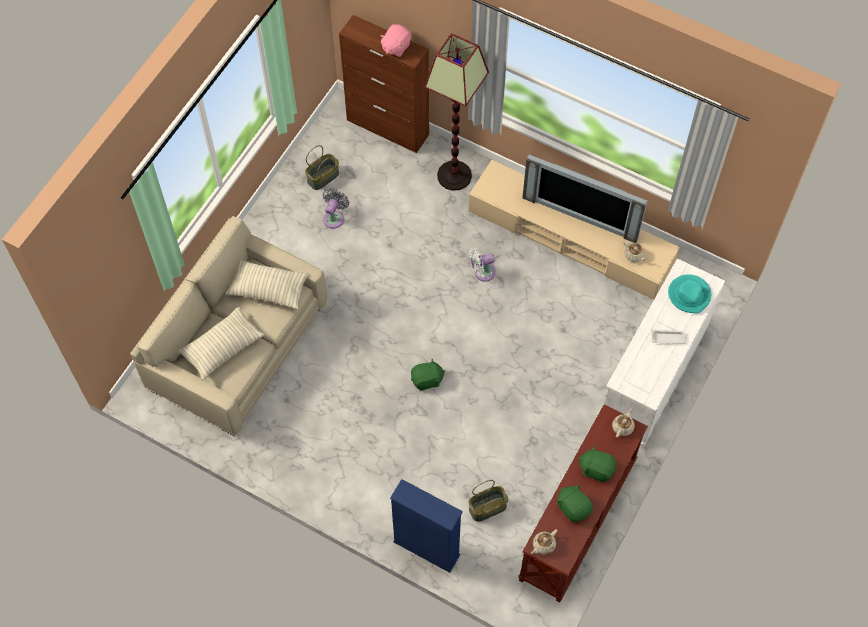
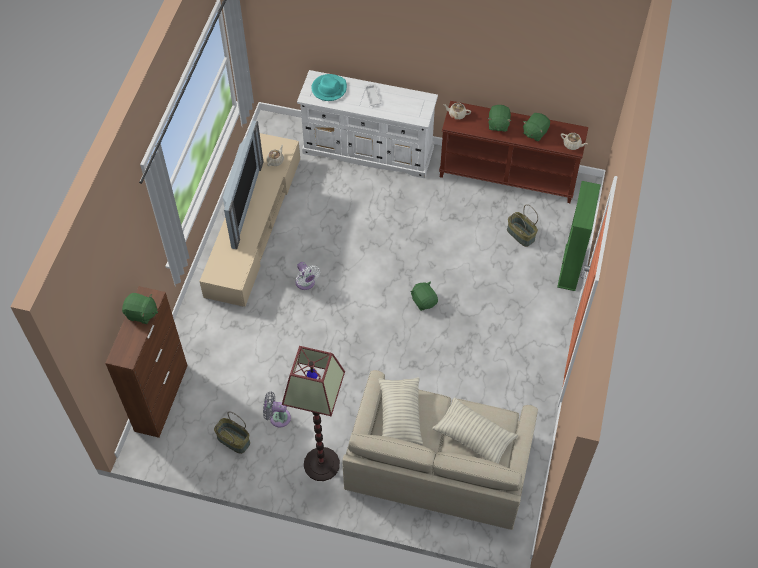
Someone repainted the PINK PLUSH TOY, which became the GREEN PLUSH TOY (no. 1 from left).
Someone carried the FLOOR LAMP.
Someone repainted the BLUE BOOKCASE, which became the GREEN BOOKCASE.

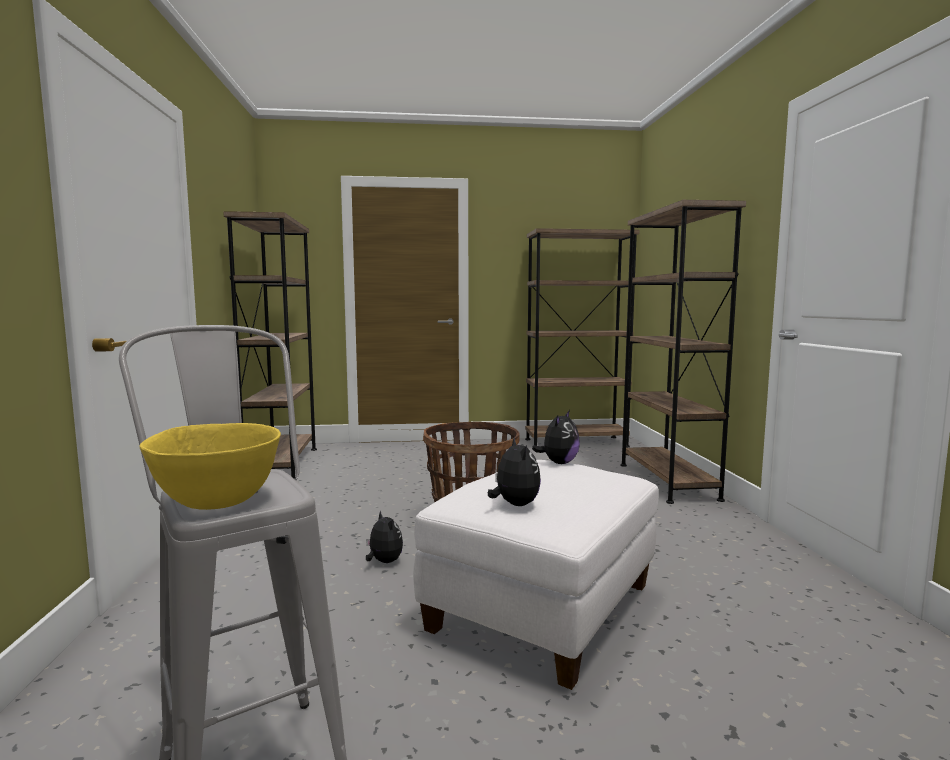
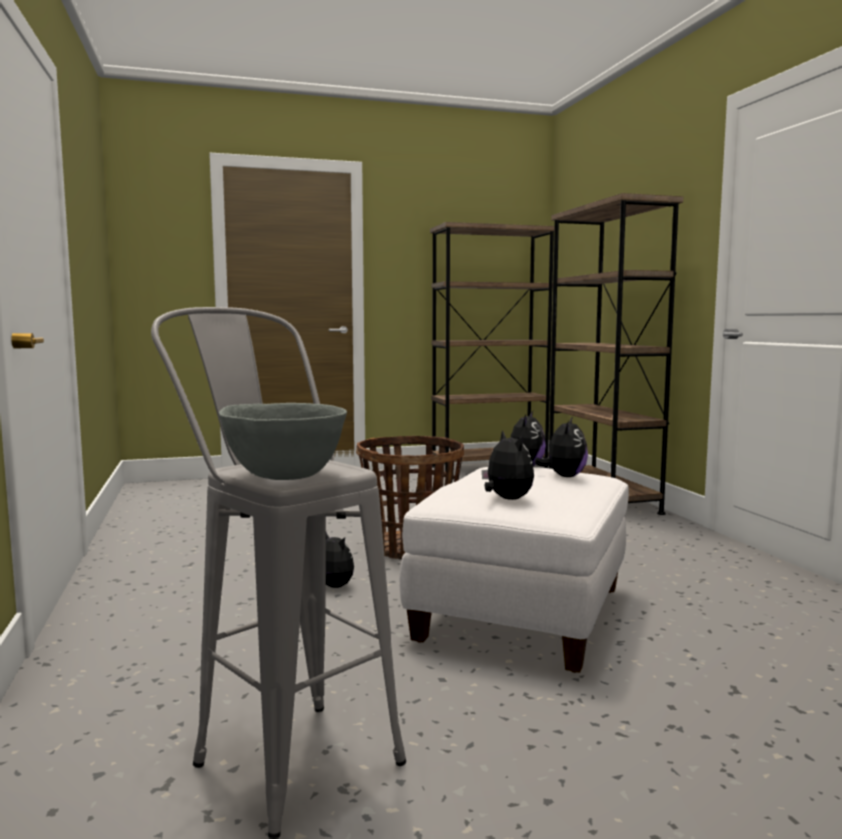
Someone repainted the YELLOW BOWL, which became the GREY BOWL.
Someone put down the PLUSH TOY (no. 4 from left).
Someone took away the BROWN BOOKCASE (no. 1 from left).

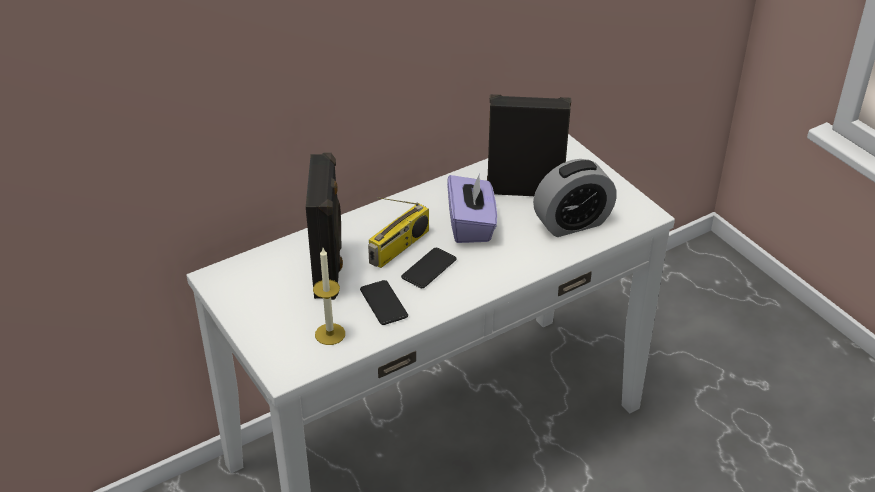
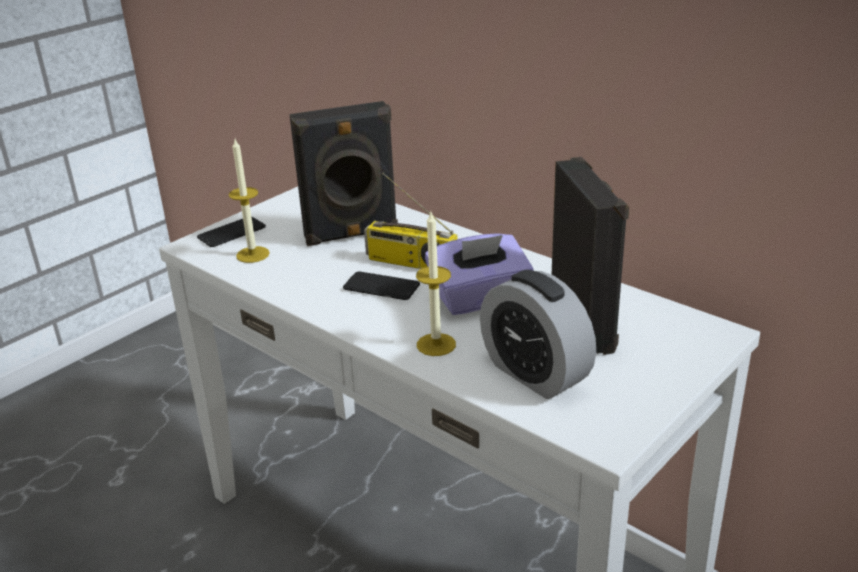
Someone carried the PHONE (no. 1 from left).
Someone put down the CANDLE (no. 2 from left).

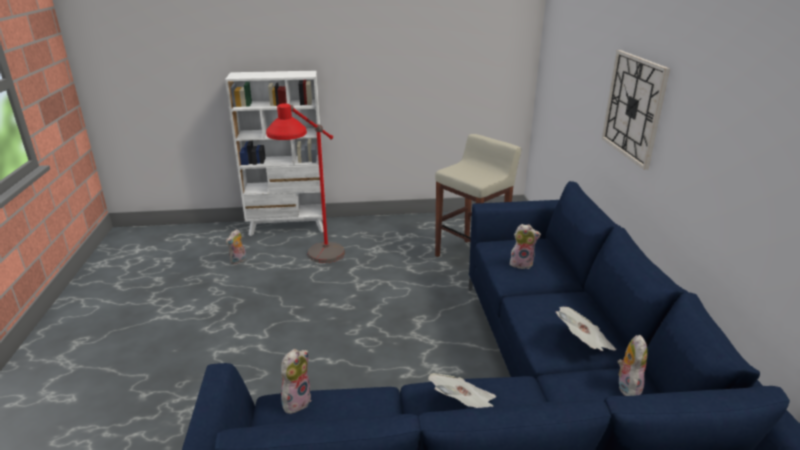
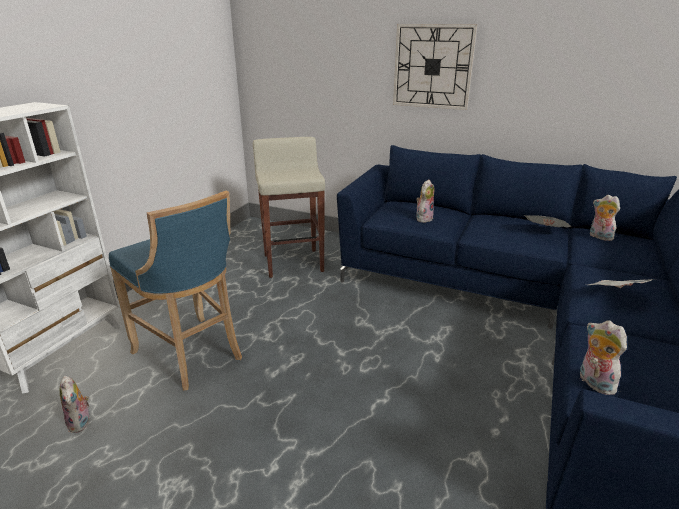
Someone swapped the RED FLOOR LAMP for the BLUE STOOL.

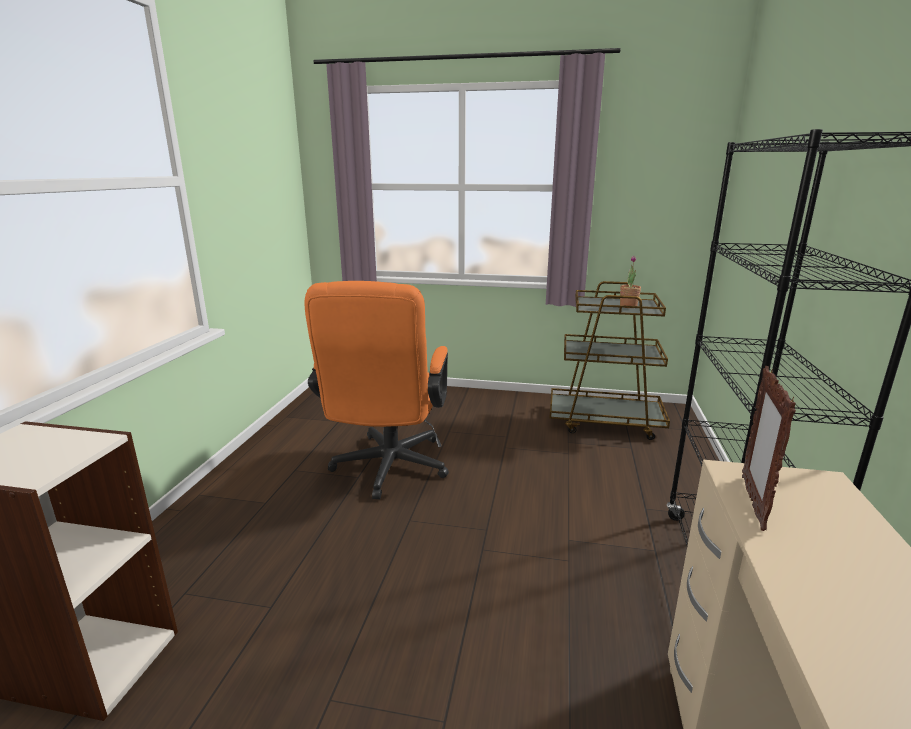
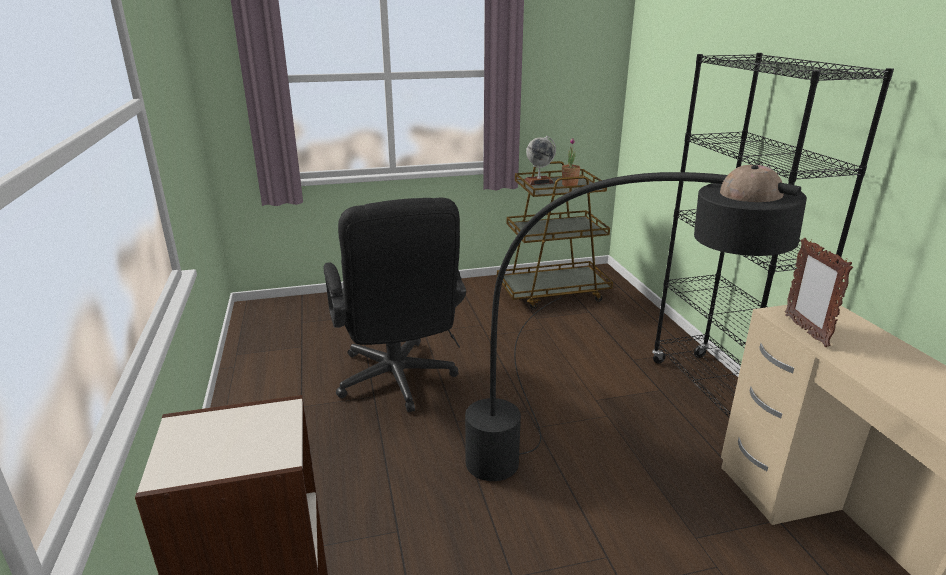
Someone repainted the ORANGE OFFICE CHAIR, which became the BLACK OFFICE CHAIR.
Someone put down the BLACK FLOOR LAMP.
Someone put down the GLOBE.

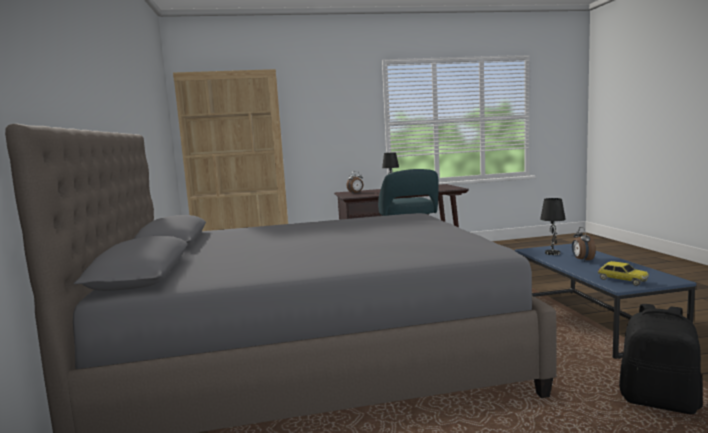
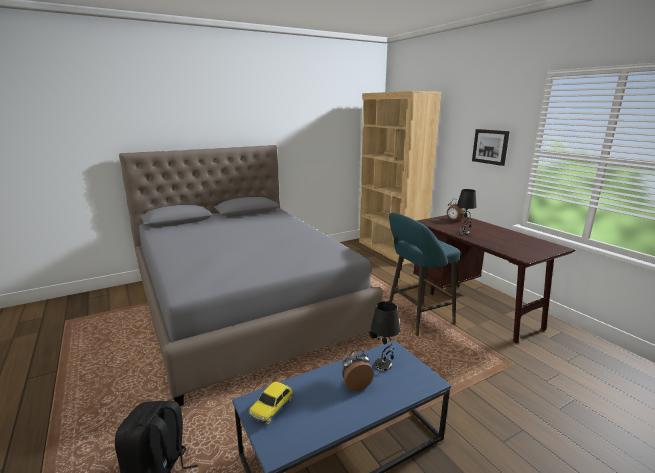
Someone put up the PICTURE.

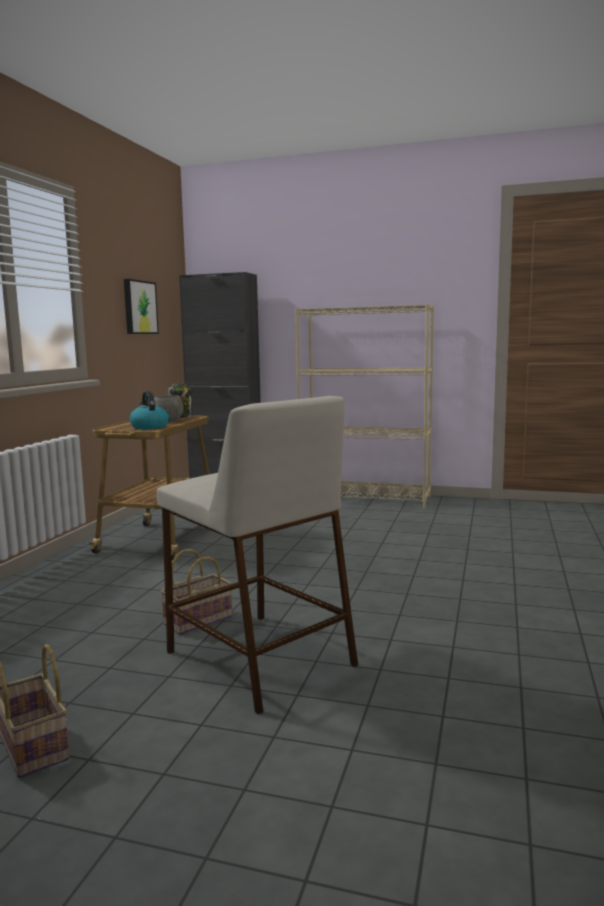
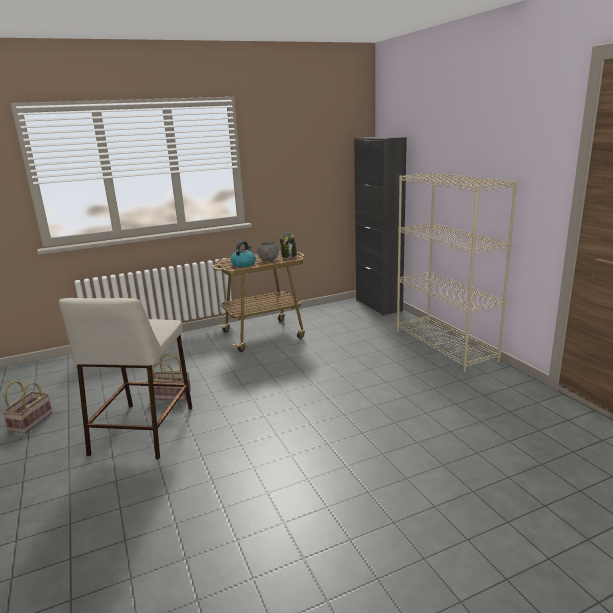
Someone took away the PICTURE.

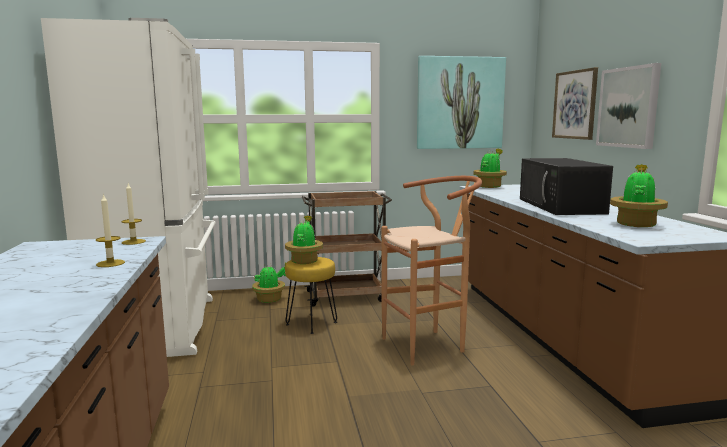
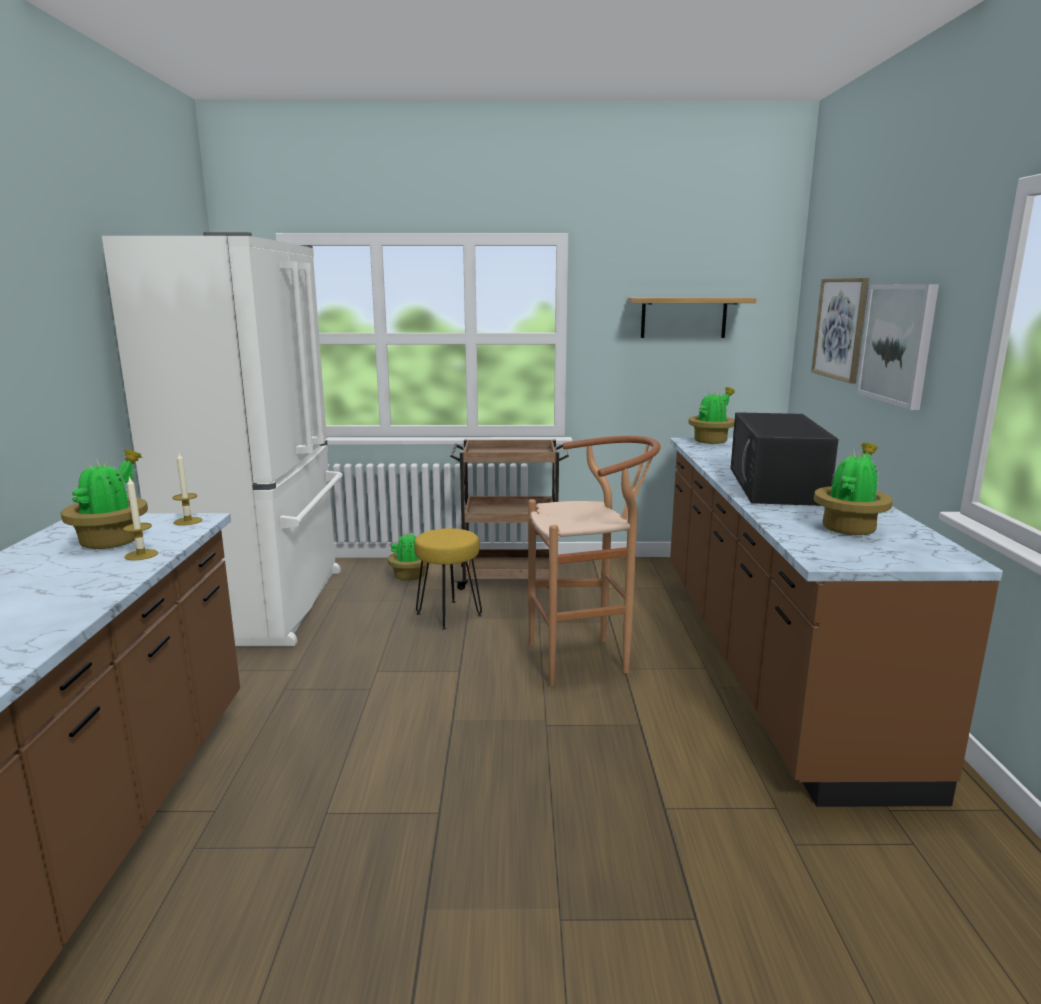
Someone carried the POTTED PLANT (no. 2 from left in the first image).
Someone swapped the PICTURE (no. 1 from left) for the SHELF.

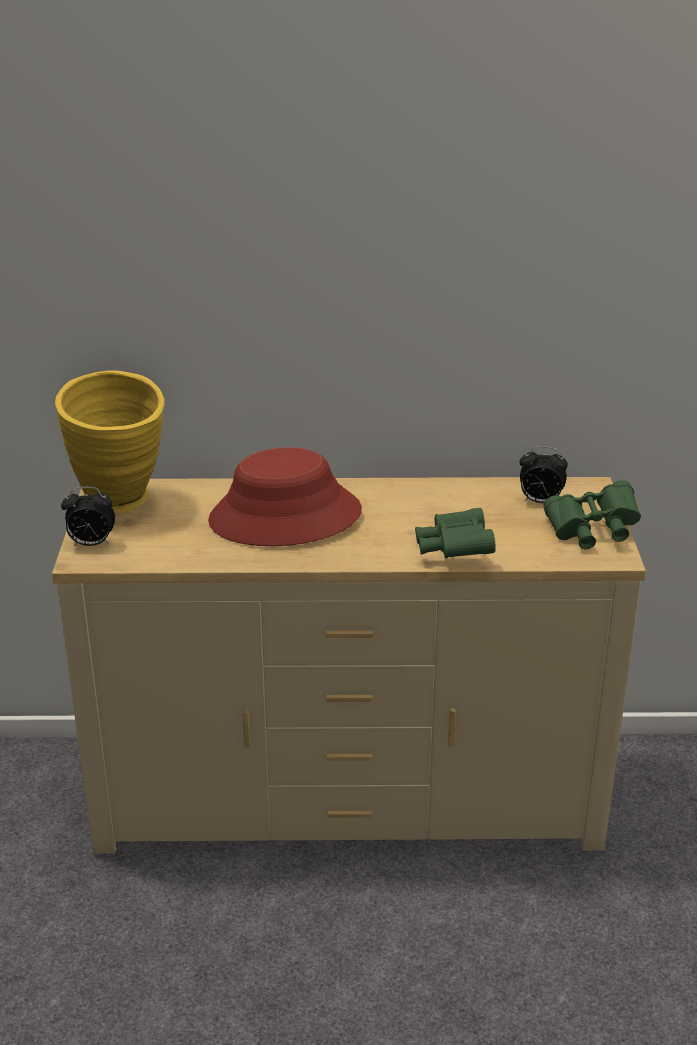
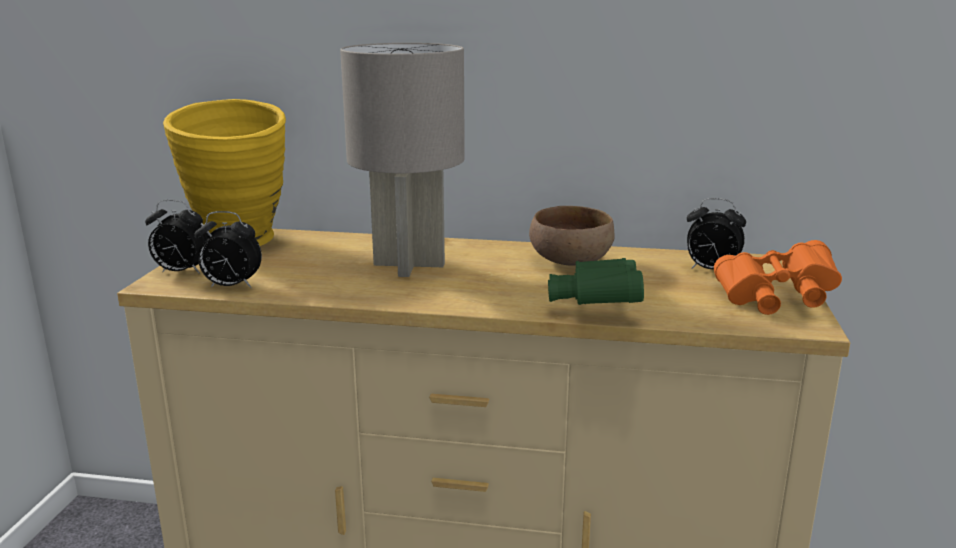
Someone put down the ALARM CLOCK (no. 2 from left).
Someone swapped the RED HAT for the GREY TABLE LAMP.
Someone put down the BROWN BOWL.
Someone repainted the GREEN BINOCULARS (no. 2 from left), which became the ORANGE BINOCULARS.

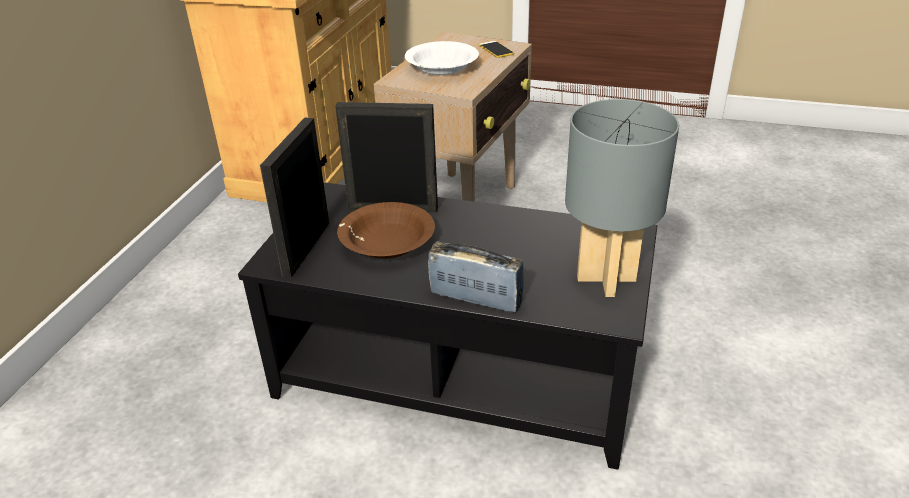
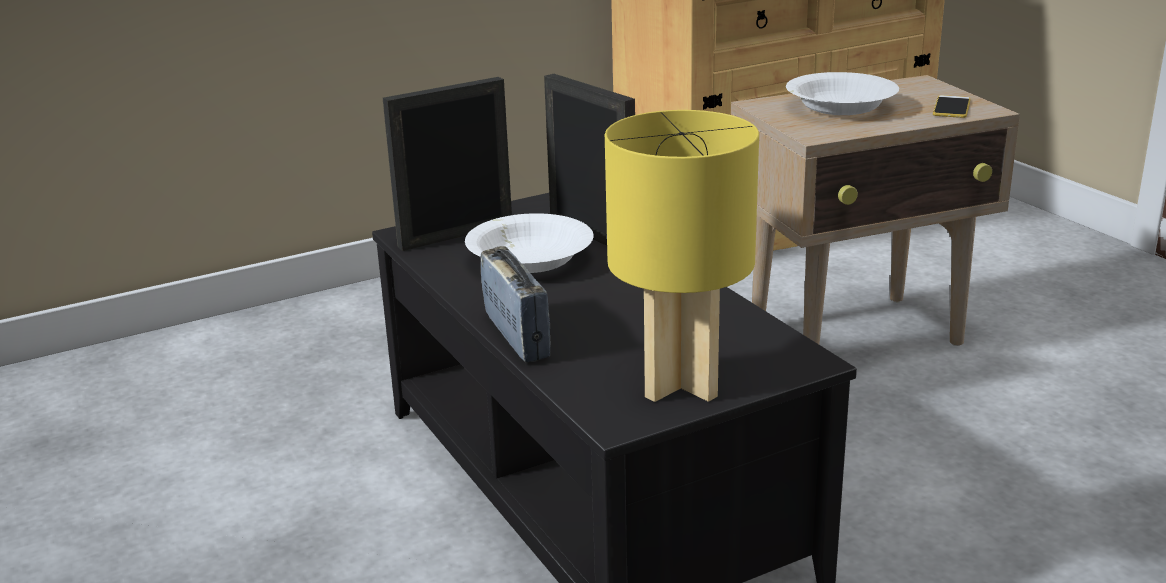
Someone repainted the BROWN BOWL, which became the WHITE BOWL (no. 1 from left).
Someone repainted the GREY TABLE LAMP, which became the YELLOW TABLE LAMP.

